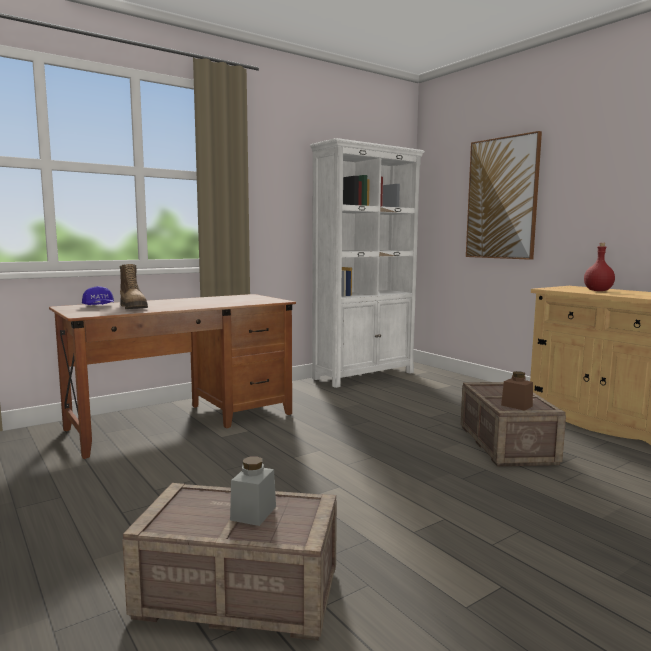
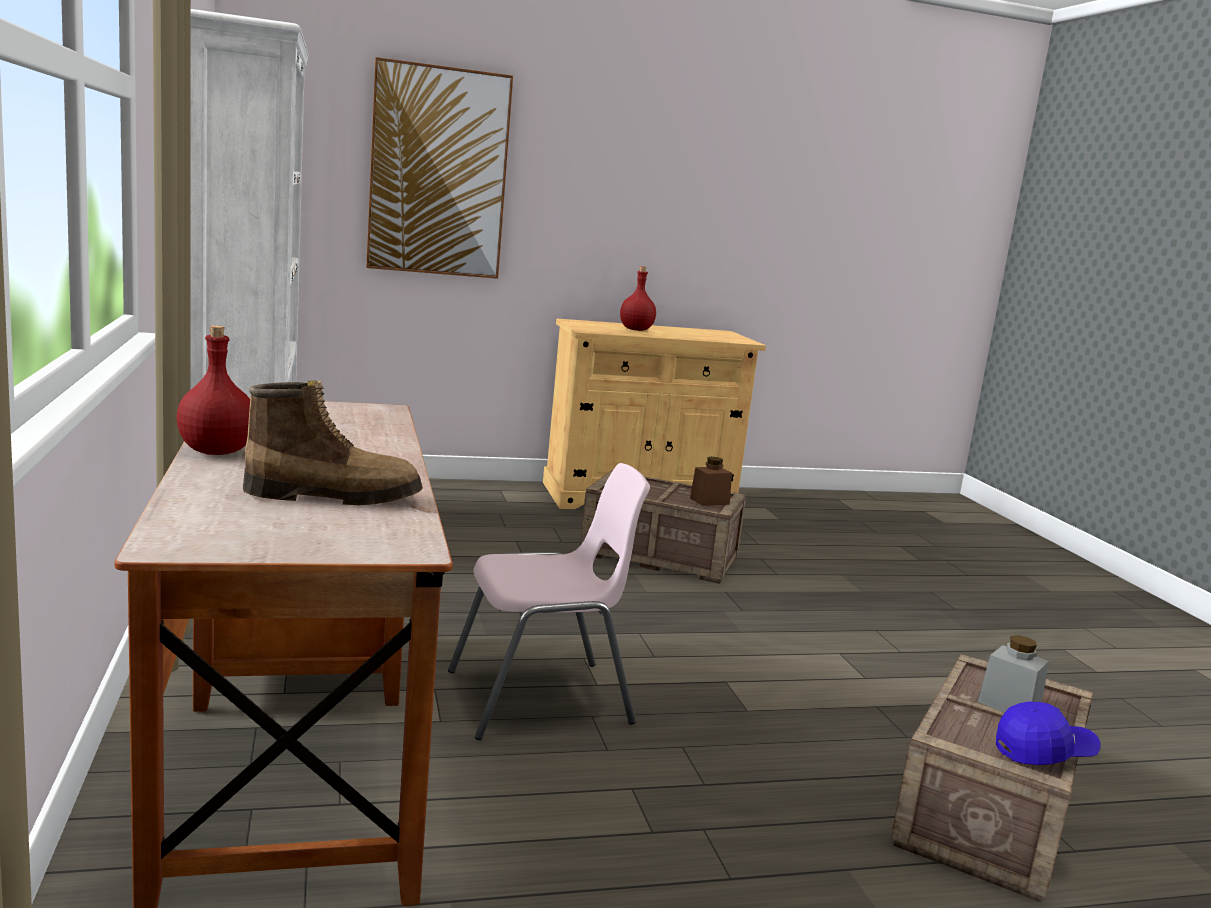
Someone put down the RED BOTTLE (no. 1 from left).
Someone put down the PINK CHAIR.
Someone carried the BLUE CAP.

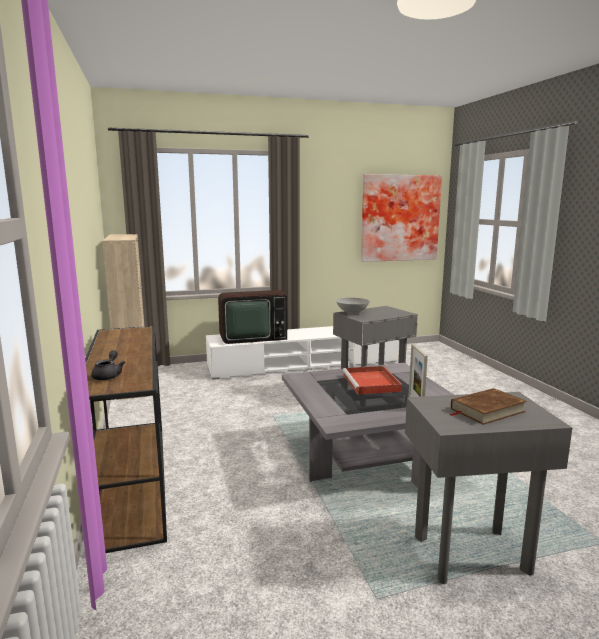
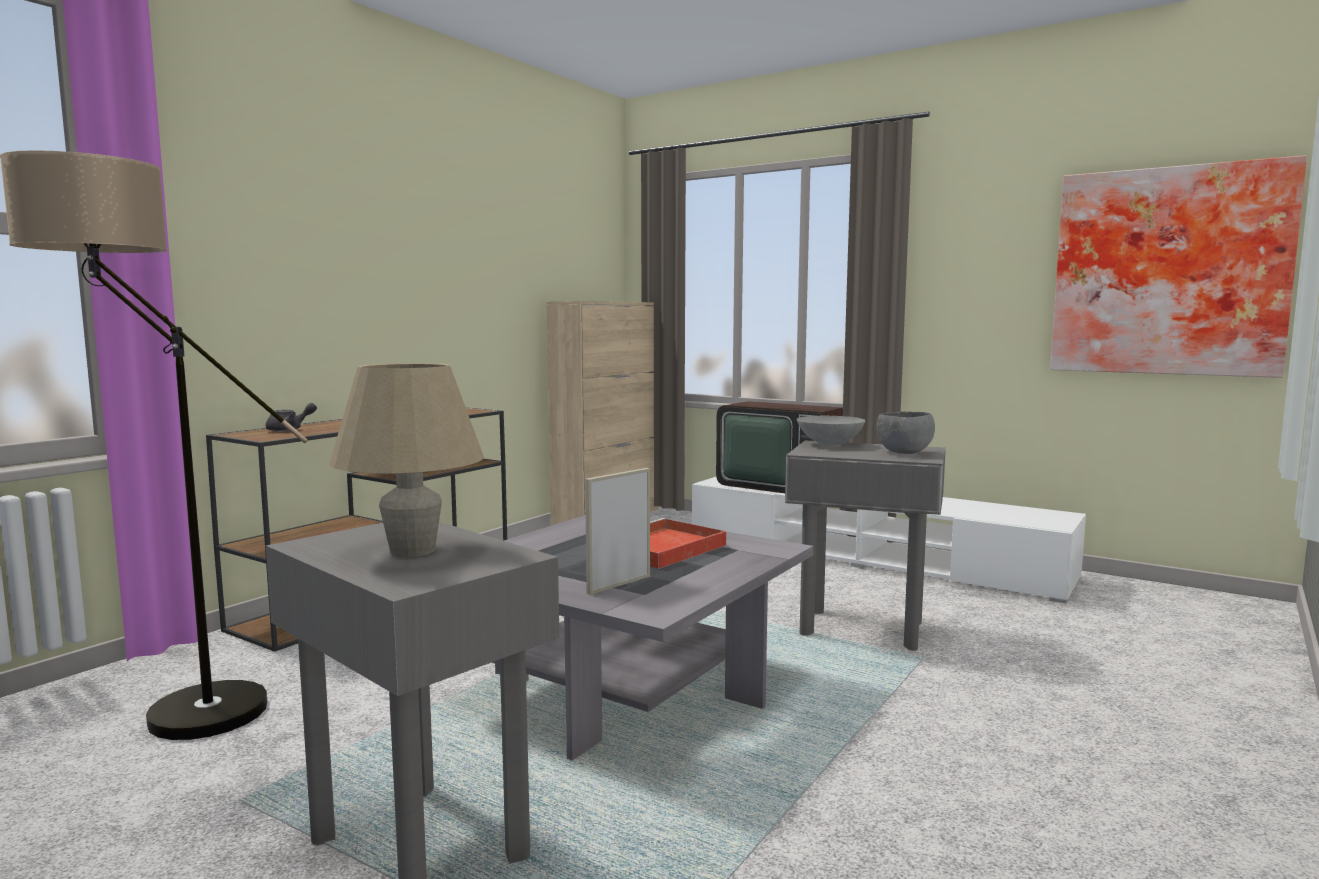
Someone put down the FLOOR LAMP.
Someone swapped the BROWN BOOK for the BEIGE TABLE LAMP.
Someone put down the GREY BOWL (no. 2 from left).

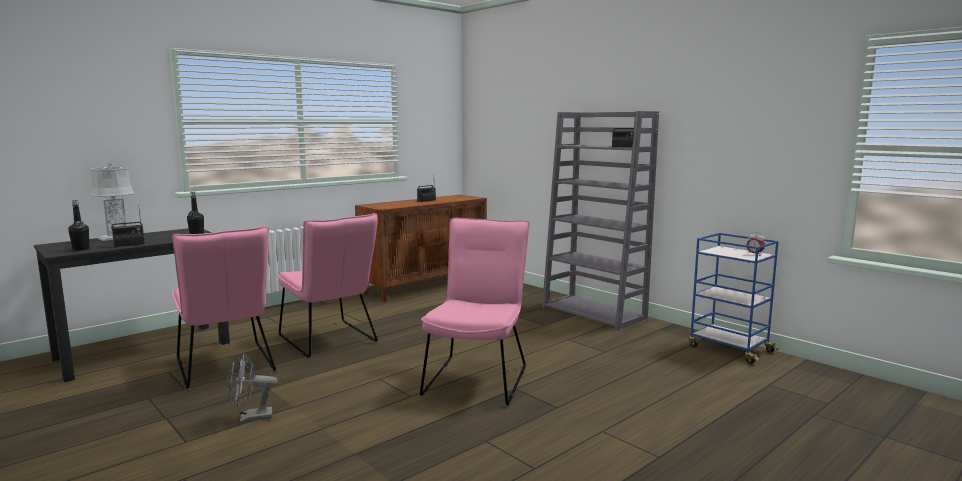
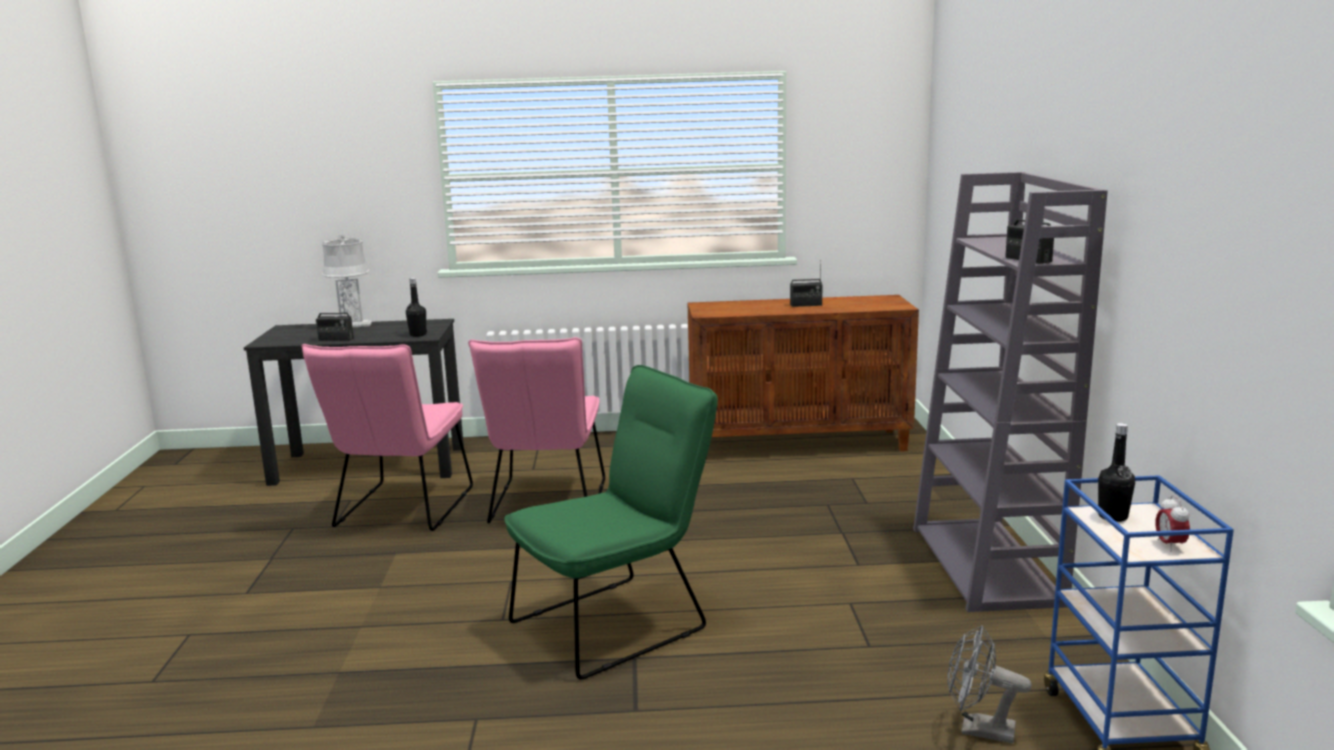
Someone repainted the PINK CHAIR (no. 3 from left), which became the GREEN CHAIR.
Someone carried the GREY FAN.
Someone carried the BLACK BOTTLE (no. 1 from left in the first image).

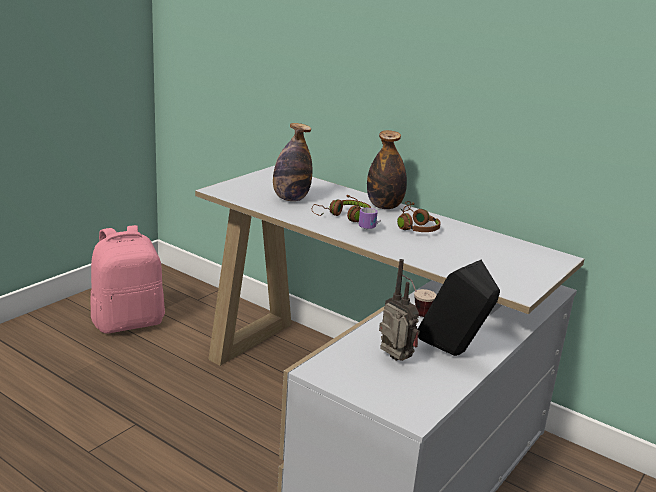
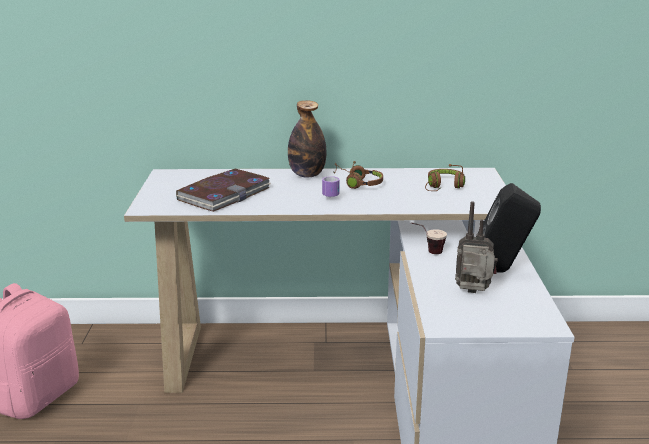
Someone swapped the BOTTLE (no. 1 from left) for the BOOK.
Someone carried the BROWN HEADPHONES (no. 1 from left in the first image).

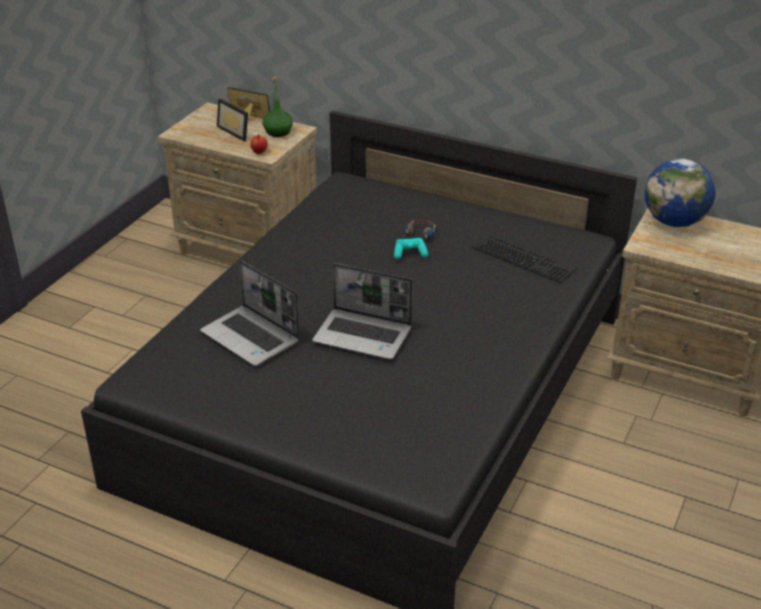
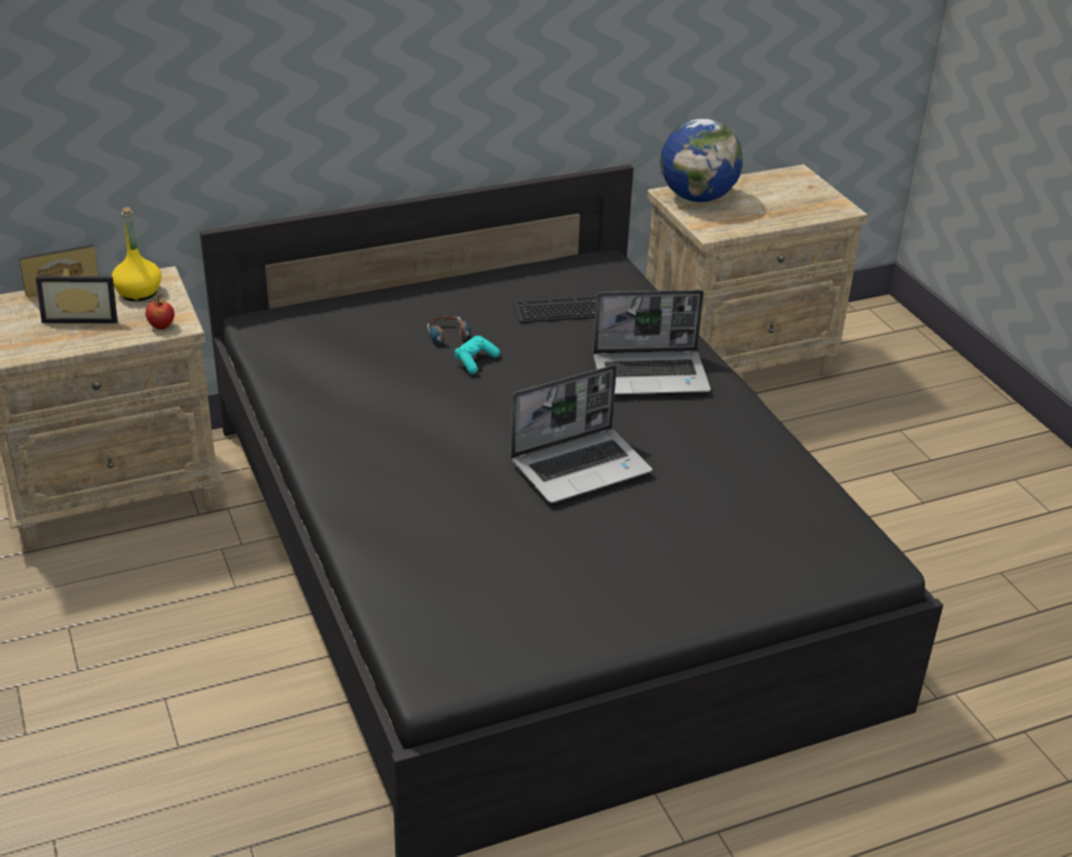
Someone repainted the GREEN BOTTLE, which became the YELLOW BOTTLE.
Someone carried the LAPTOP (no. 1 from left in the first image).

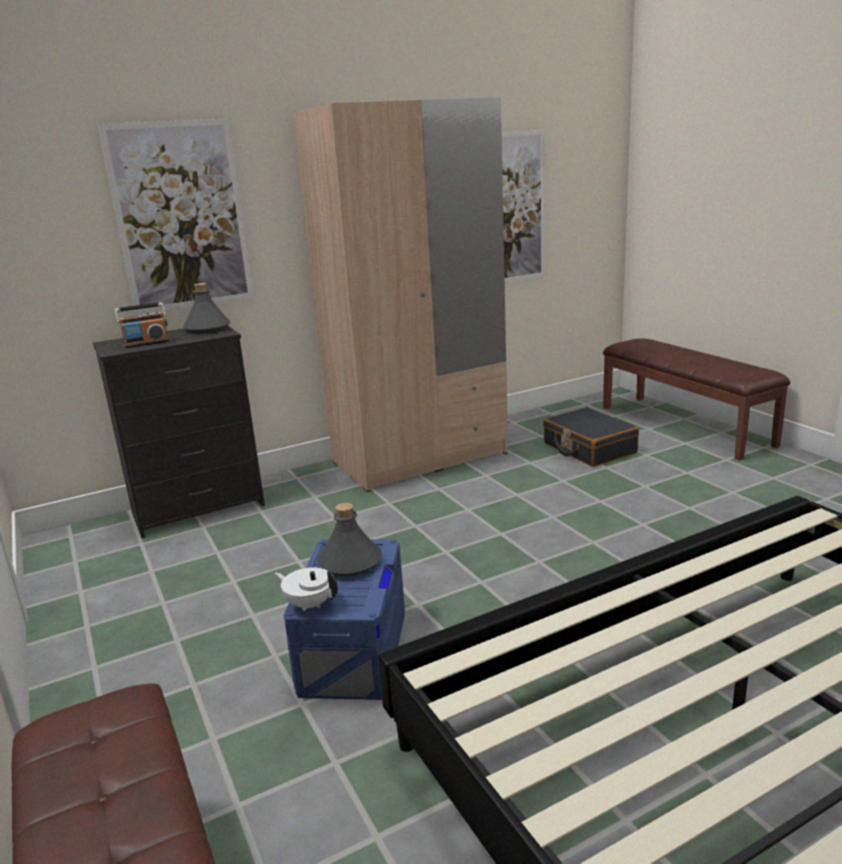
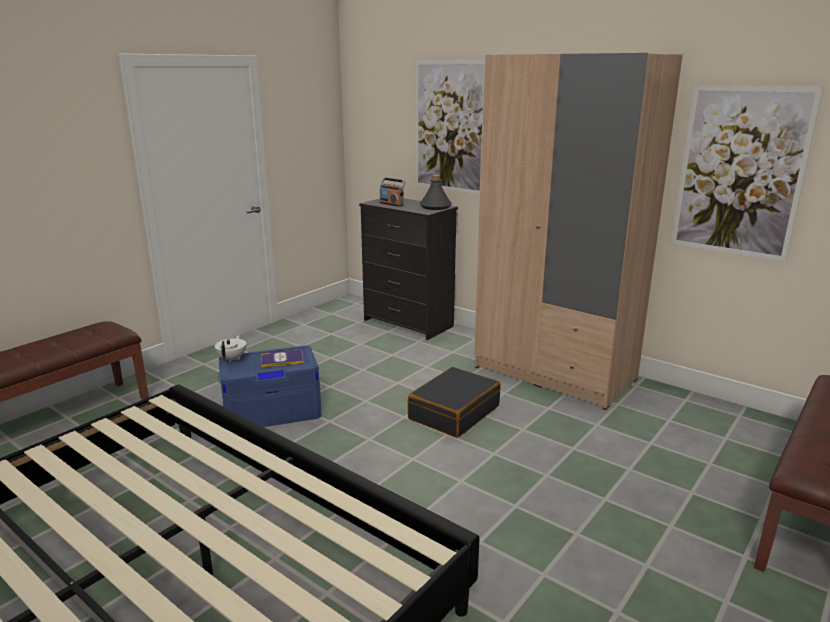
Someone swapped the GREY BOTTLE (no. 2 from left) for the BOOK.
Someone carried the BLACK SUITCASE.

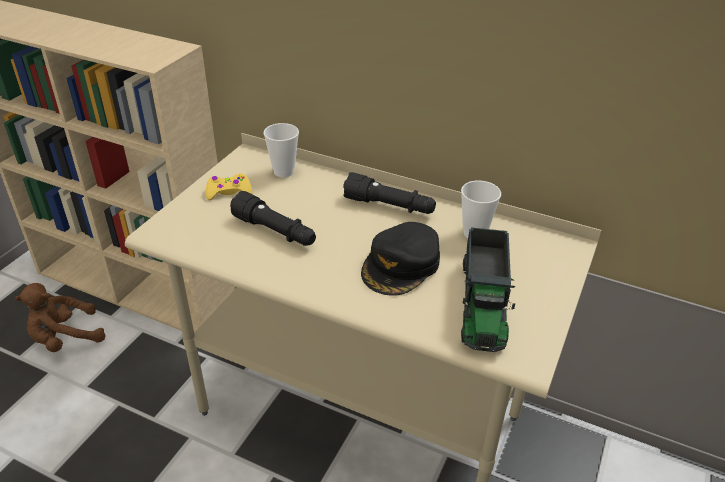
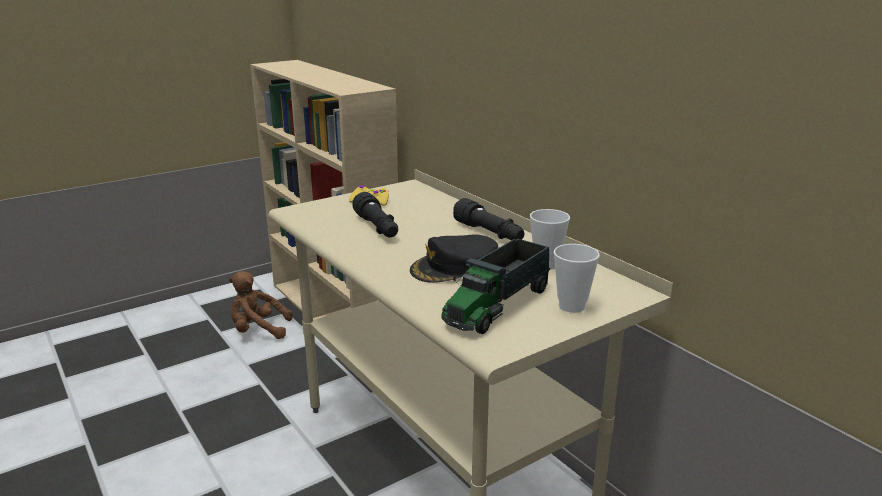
Someone carried the CUP (no. 1 from left in the first image).

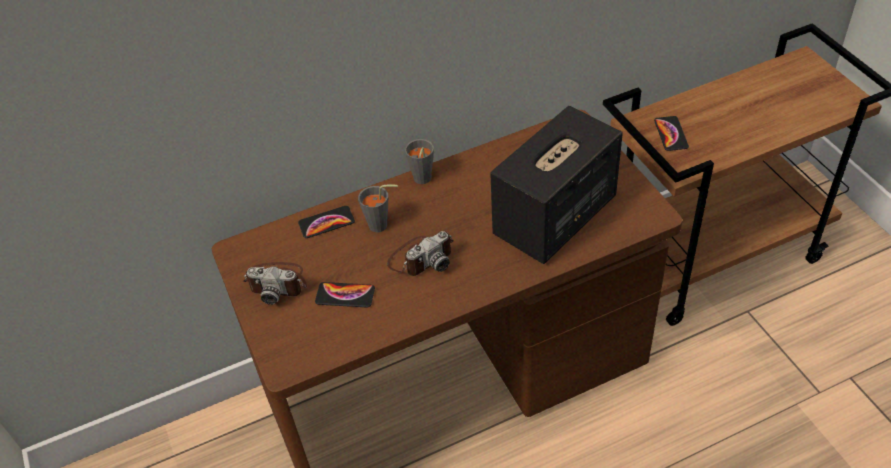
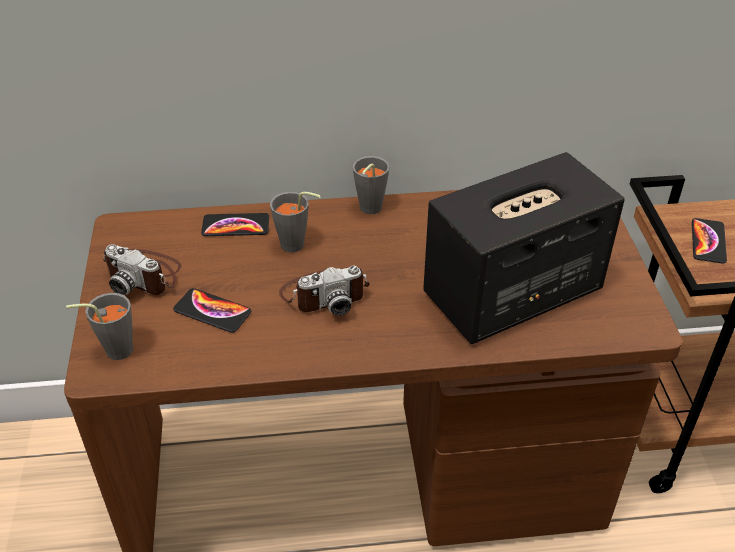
Someone put down the GREY CUP (no. 1 from left).

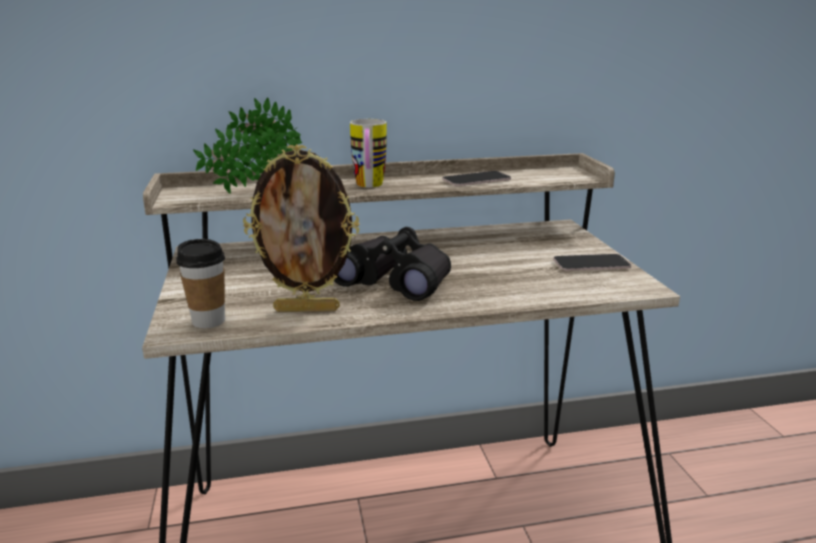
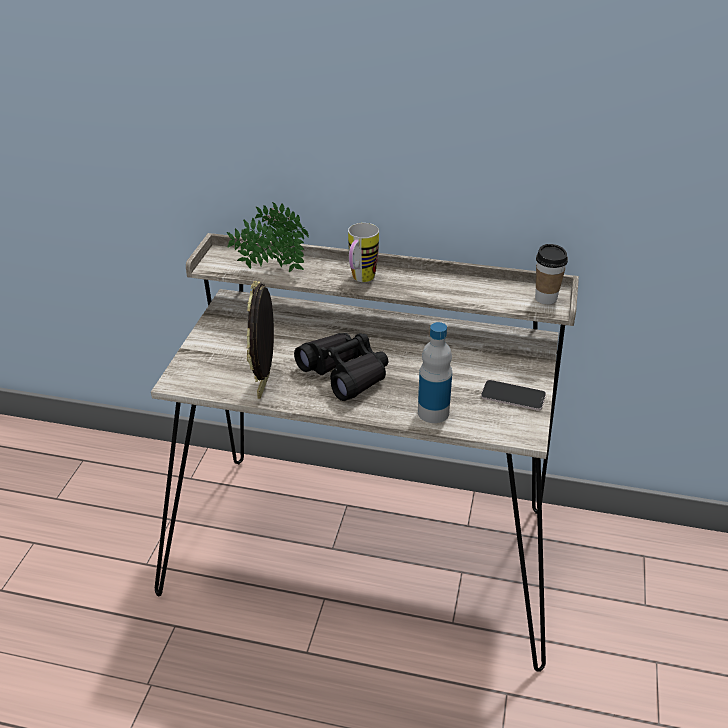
Someone rotated the PICTURE FRAME by 75 degrees clockwise.
Someone put down the BOTTLE.
Someone carried the CUP.
Someone took away the PHONE (no. 1 from left).

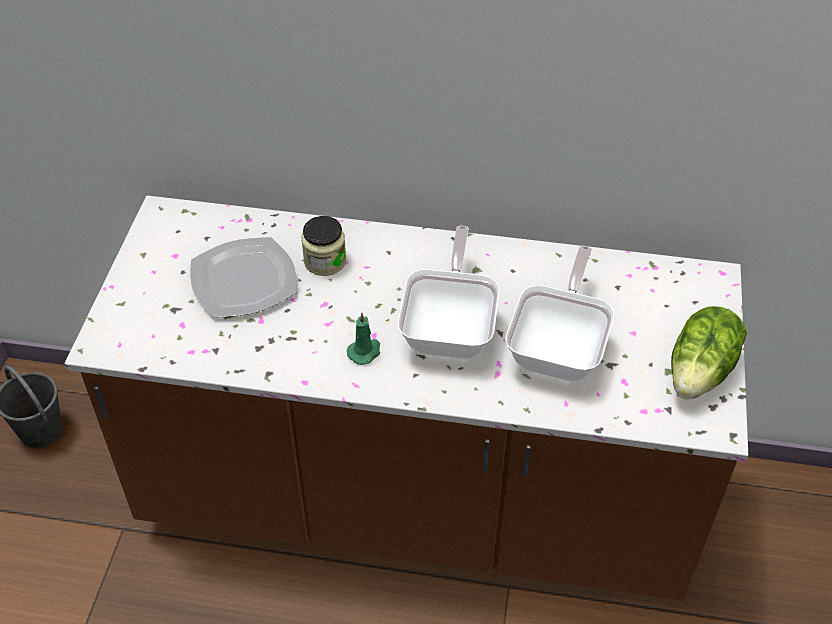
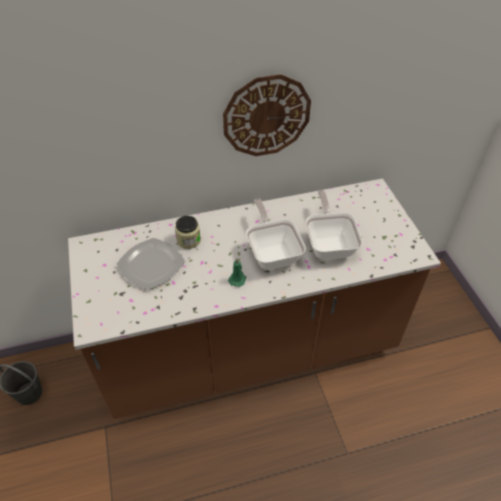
Someone put up the WALL CLOCK.
Someone took away the LETTUCE.

